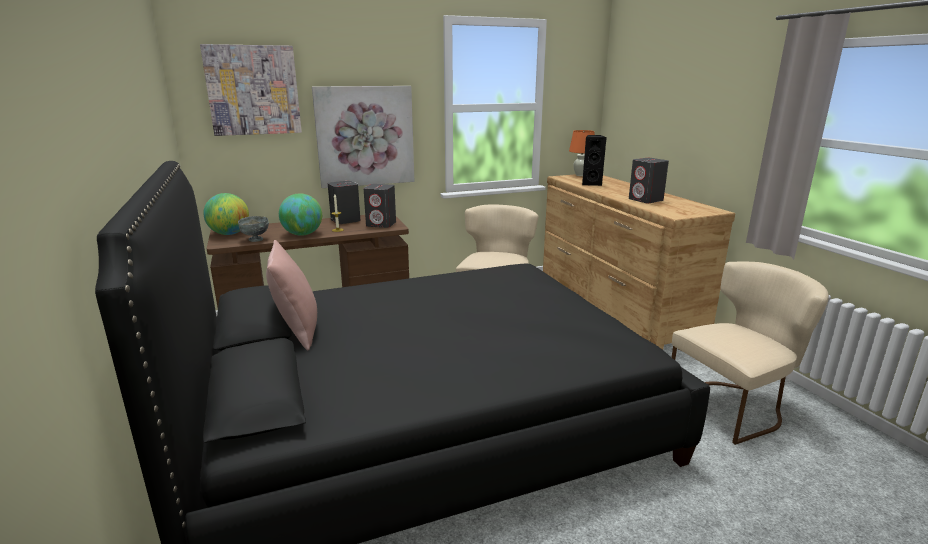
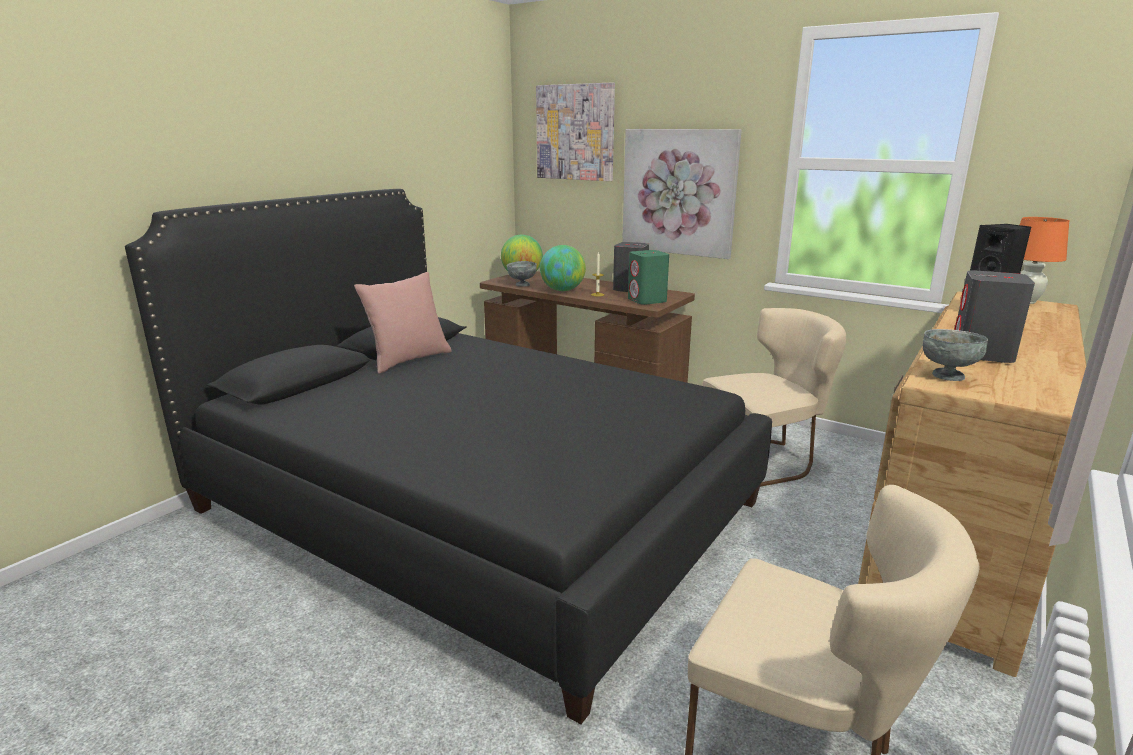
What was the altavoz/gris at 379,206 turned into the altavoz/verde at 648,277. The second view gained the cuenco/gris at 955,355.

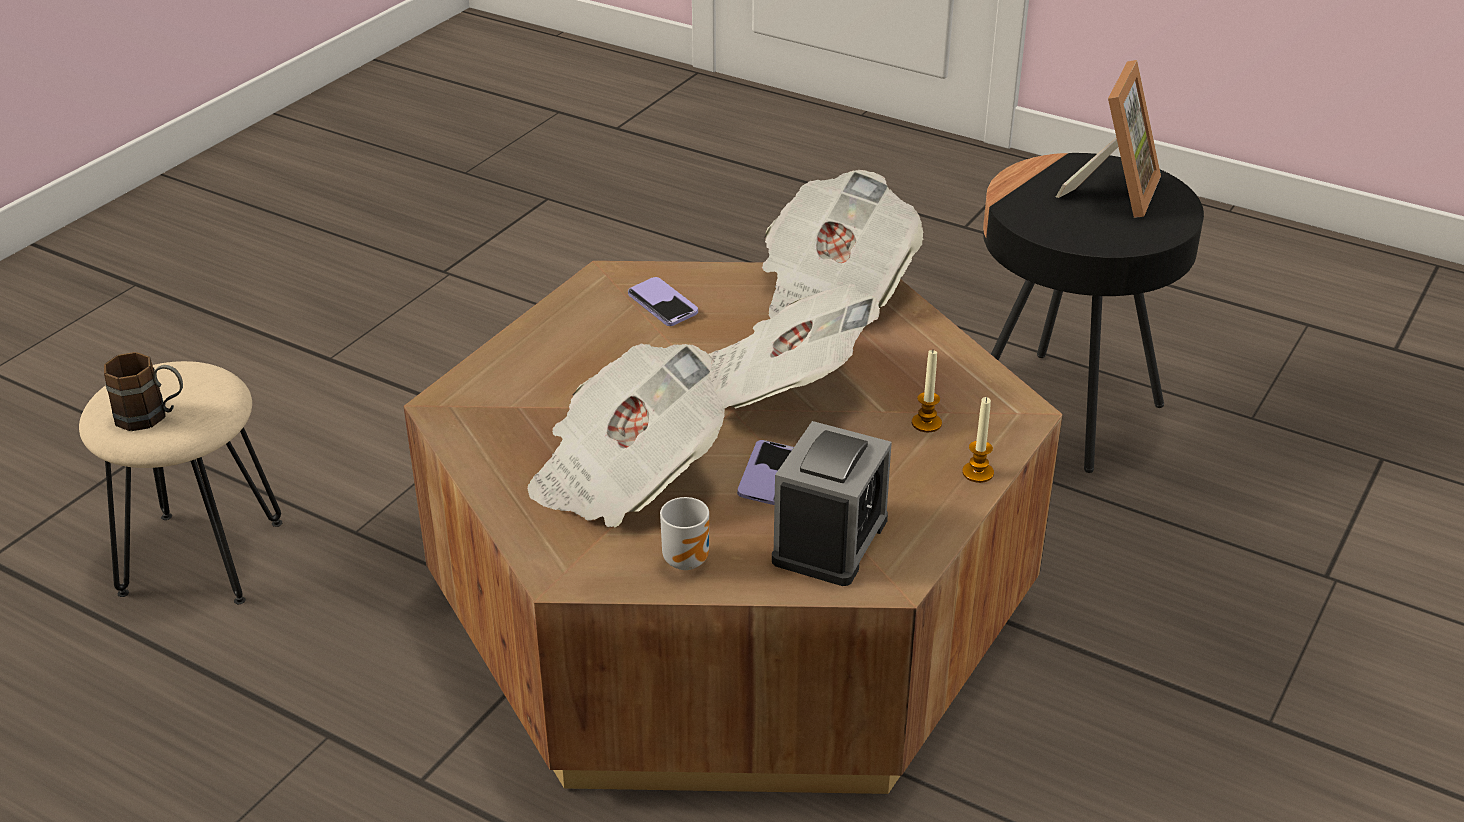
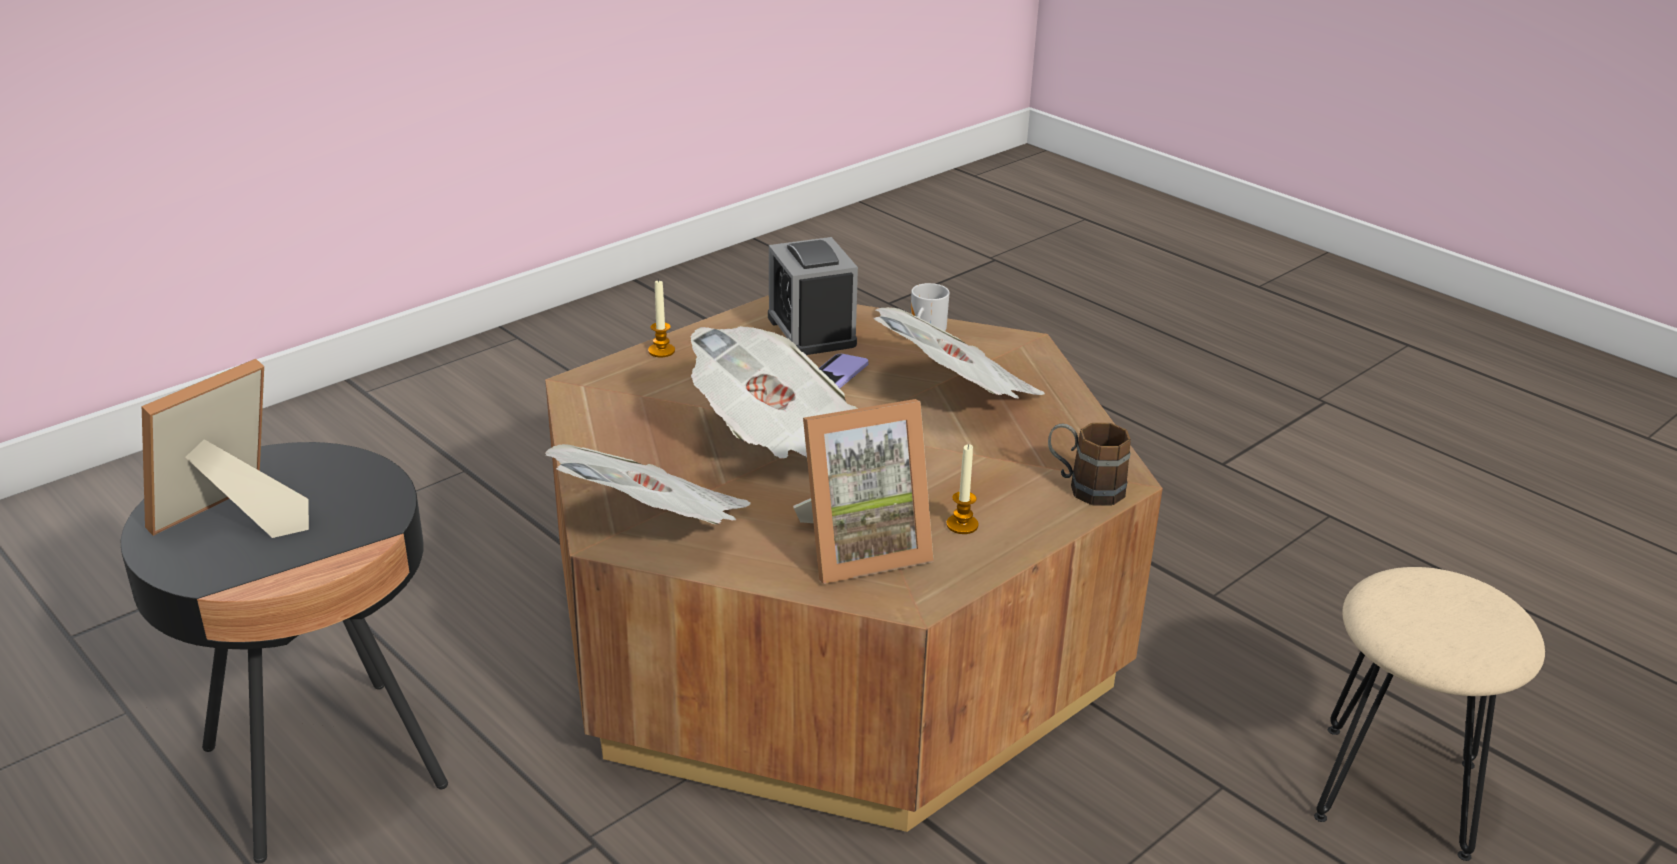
Where the móvil stood at 663,301, the portarretratos came to stand at 863,491. The vela ended up elsewhere, having gone from 927,391 to 962,489. The taza grande/marrón ended up elsewhere, having gone from 143,391 to 1089,464. The despertador at 832,503 ended up facing another way, 60 degrees counterclockwise from before.

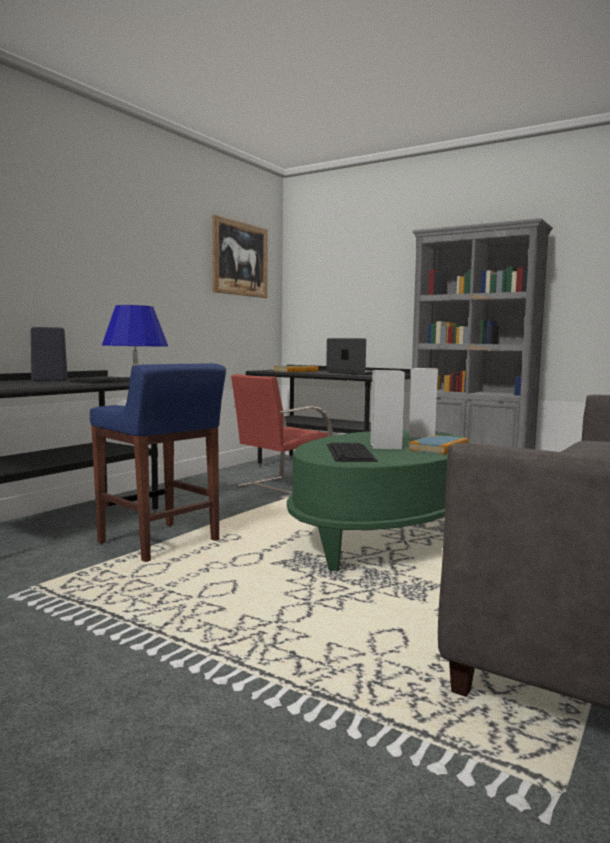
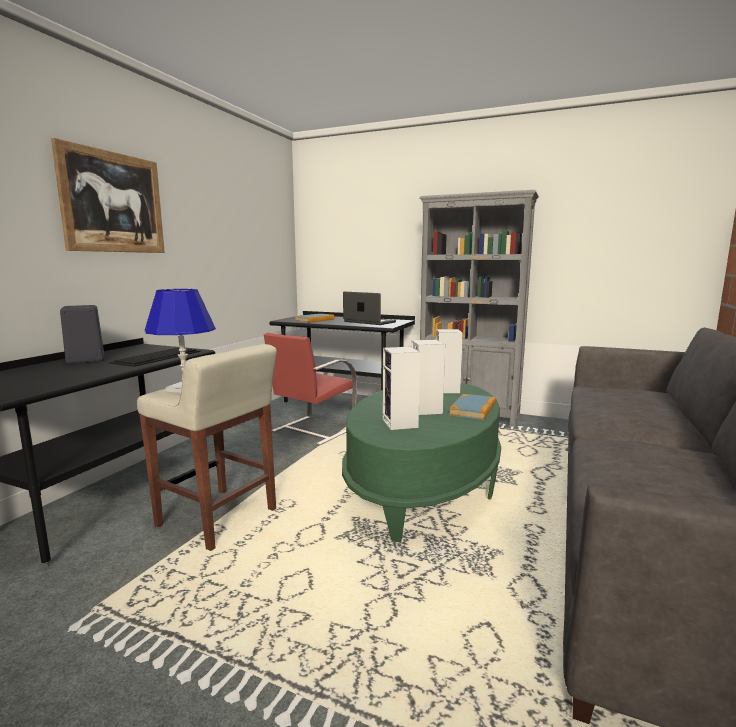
The cuadro ended up elsewhere, having gone from 240,256 to 108,195. What was the taburete/azul at 158,462 turned into the taburete/beis at 207,447. Where the teclado stood at 352,452, the altavoz came to stand at 401,388.

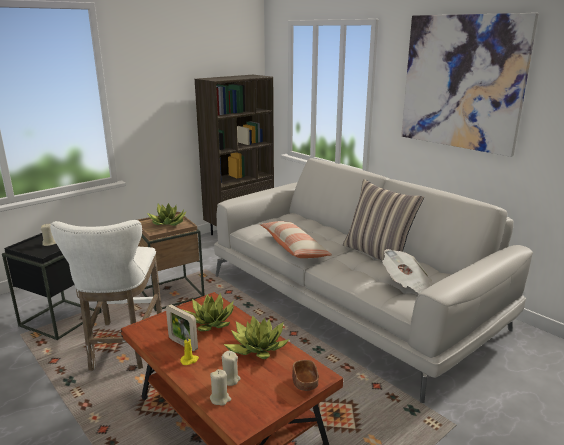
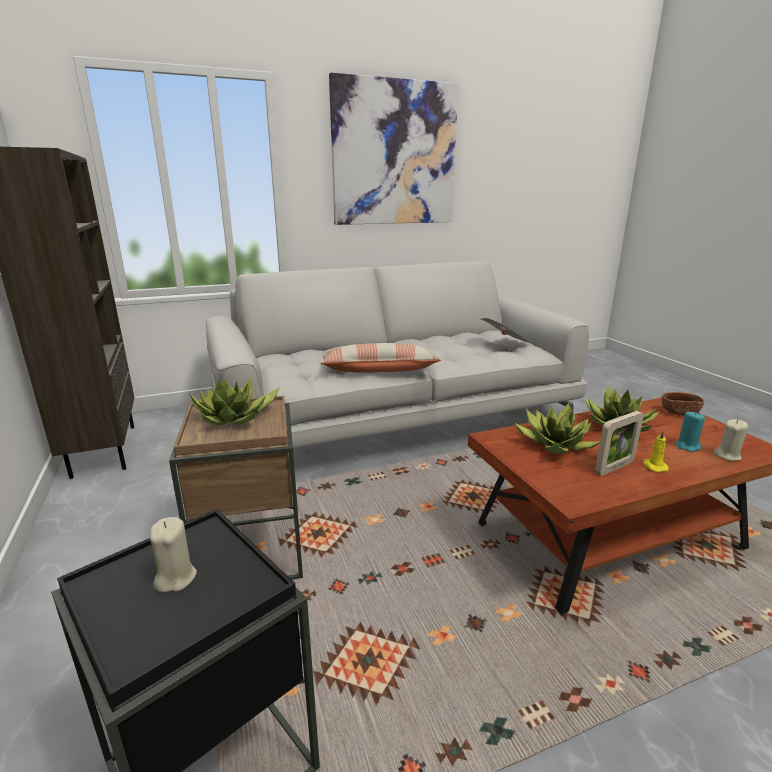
The second view lost the cojín at 383,220. The second view lost the taburete/blanco at 106,295. What was the vela/beis at 231,368 turned into the vela/turquesa at 690,431.

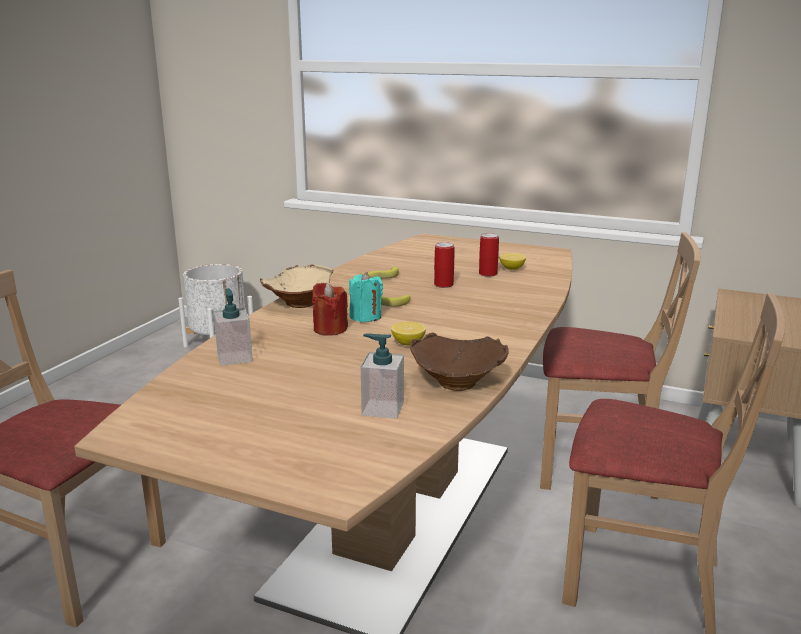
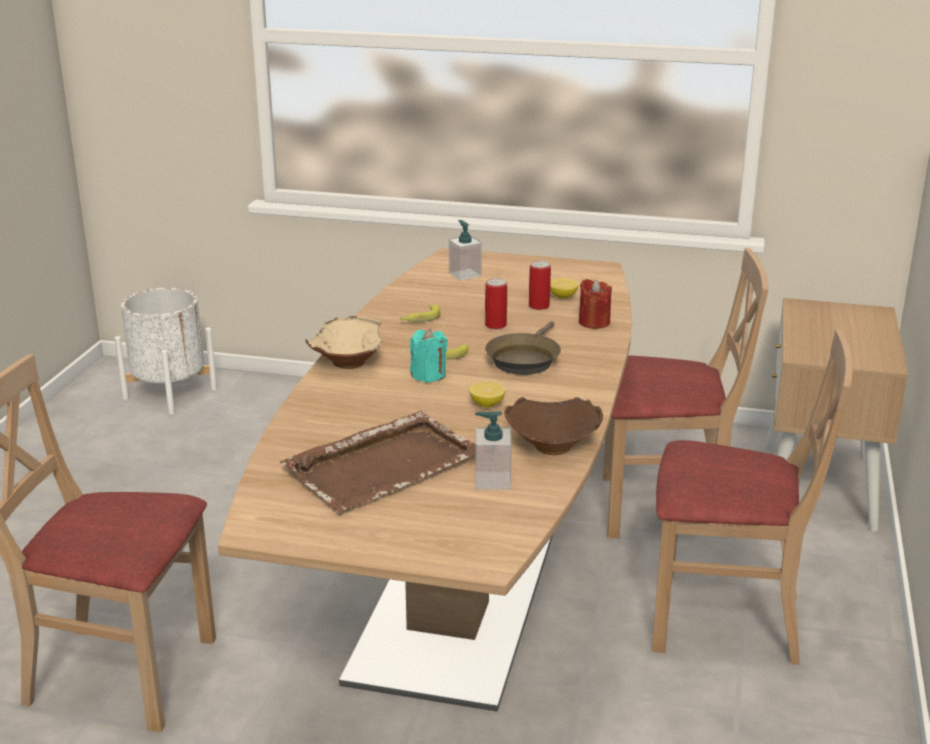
The vela/rojo ended up elsewhere, having gone from 330,309 to 595,304. The dispensador de jabón ended up elsewhere, having gone from 233,327 to 465,250. The second view gained the sartén/marrón at 523,348. The second view gained the bandeja/marrón at 377,461.

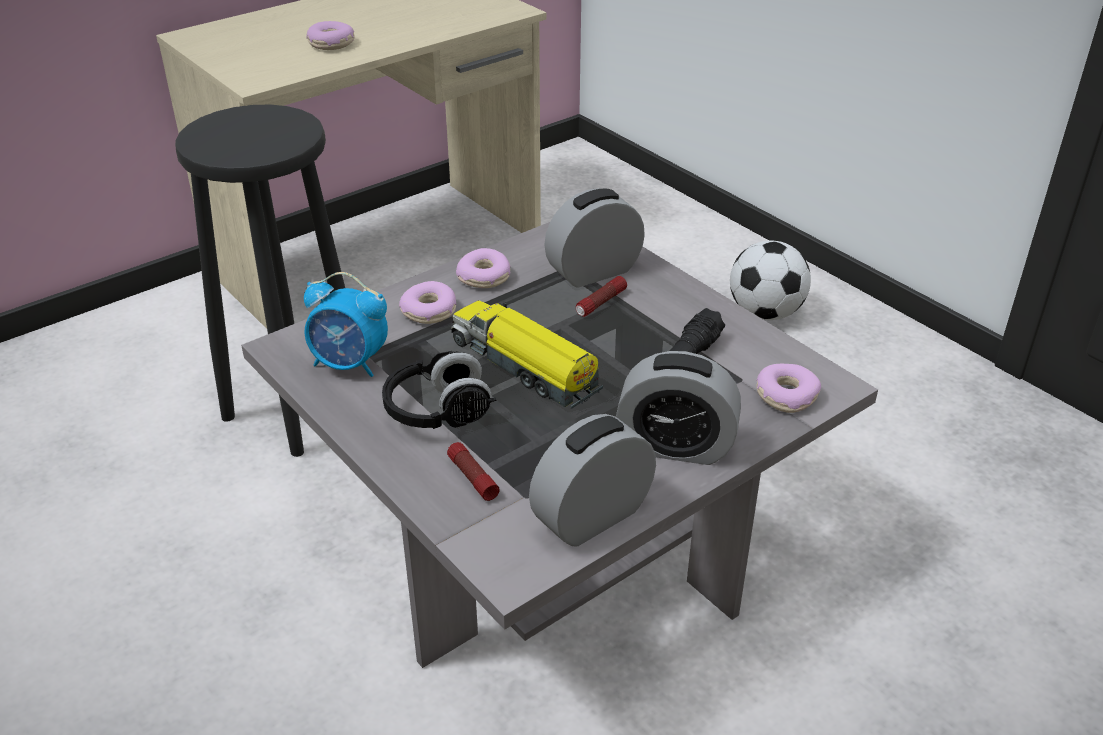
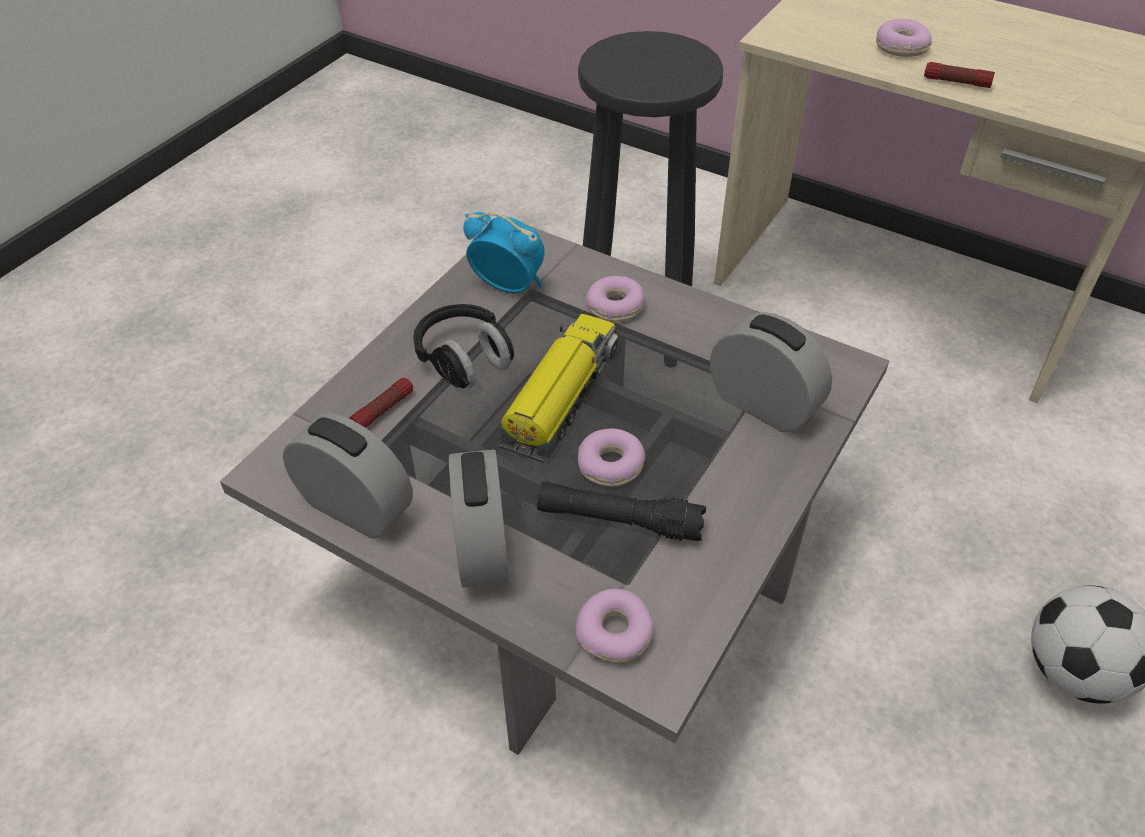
The rosquilla ended up elsewhere, having gone from 483,268 to 612,457. The despertador at 346,324 ended up facing another way, 120 degrees clockwise from before. The linterna ended up elsewhere, having gone from 601,296 to 959,75.

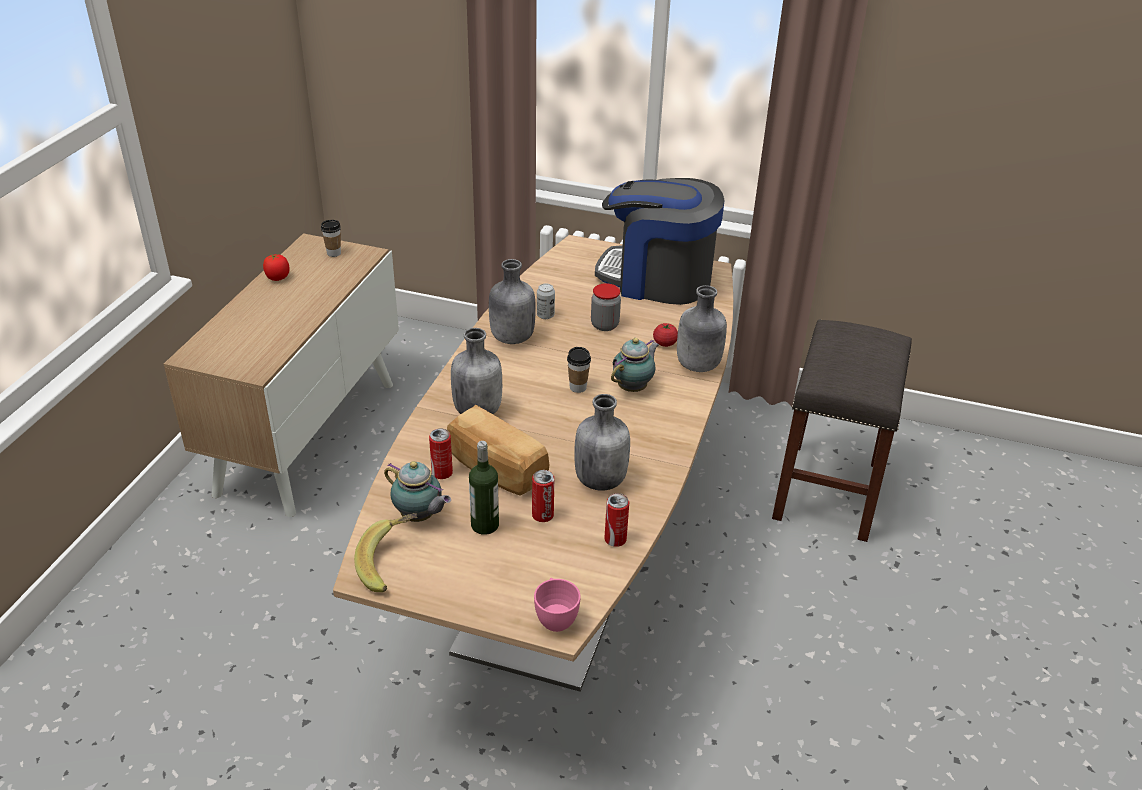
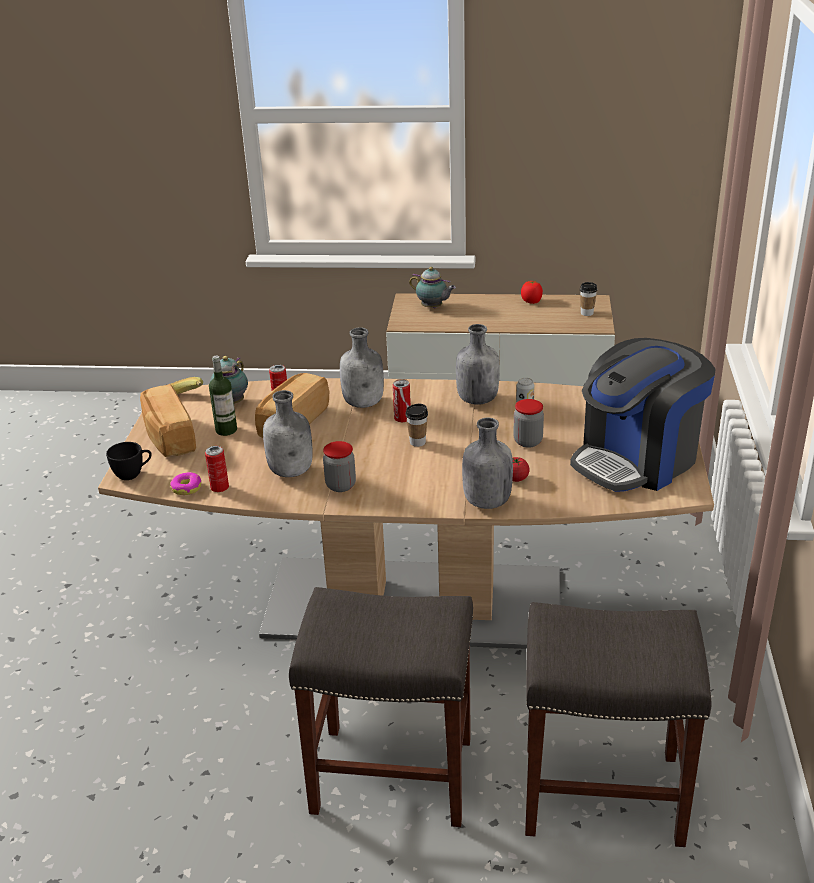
The cafetera at 660,241 ended up facing another way, 135 degrees counterclockwise from before. The tetera ended up elsewhere, having gone from 635,365 to 432,288. The lata ended up elsewhere, having gone from 543,496 to 402,400. What was the taza/rosa at 557,605 turned into the taza/negro at 129,461. The second view gained the pan at 168,420. The second view gained the tarro at 339,466. The second view gained the rosquilla at 185,483. The second view gained the taburete/gris at 381,707.

